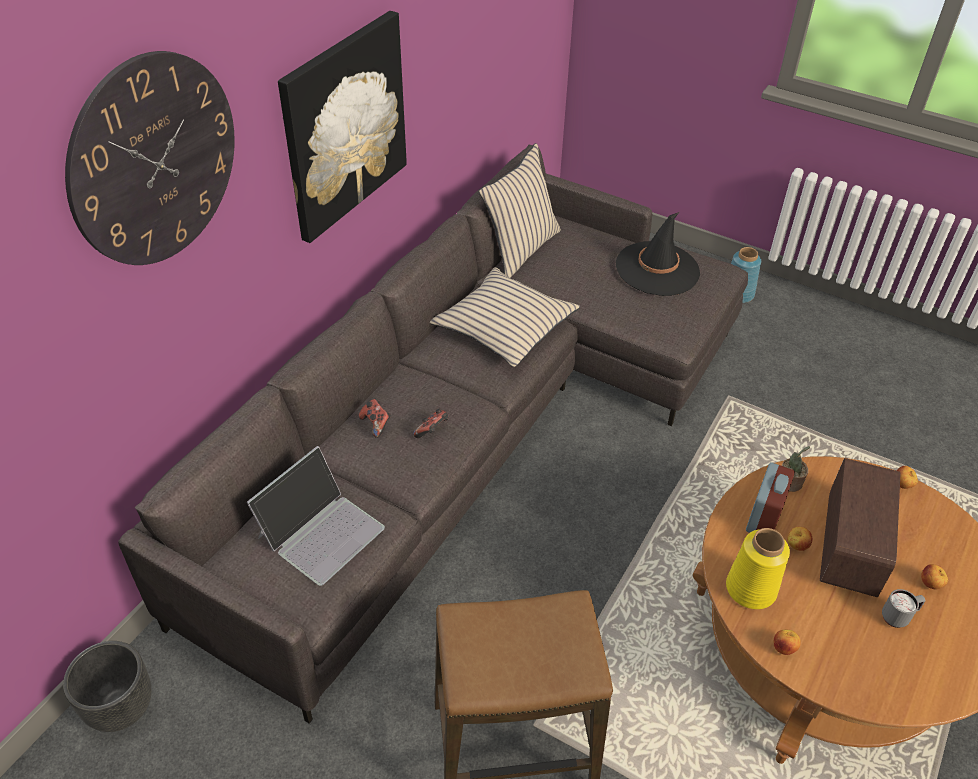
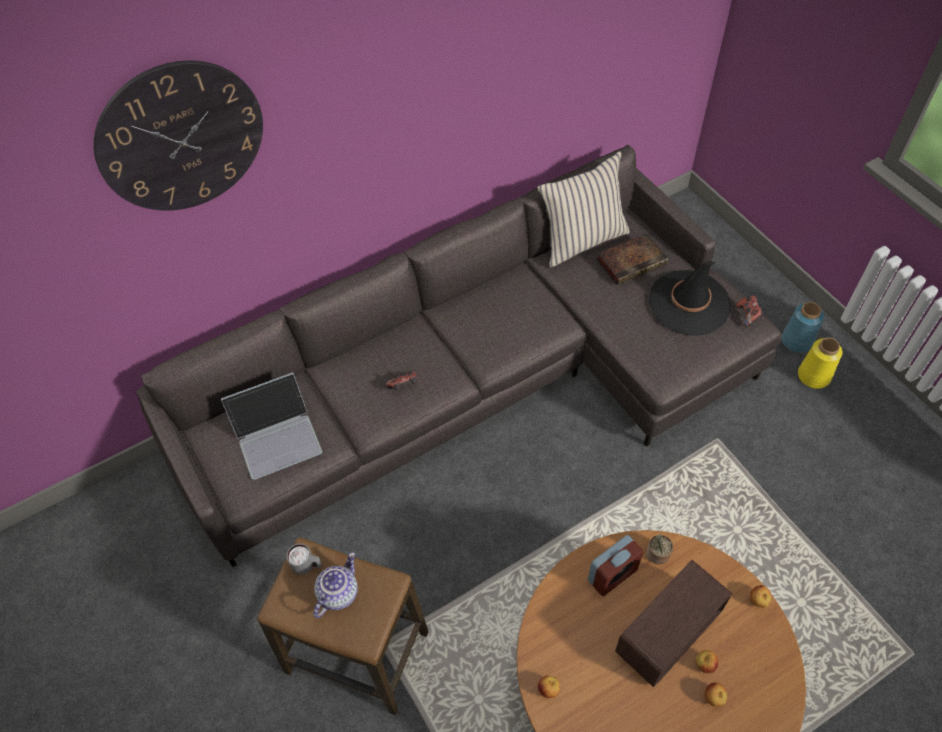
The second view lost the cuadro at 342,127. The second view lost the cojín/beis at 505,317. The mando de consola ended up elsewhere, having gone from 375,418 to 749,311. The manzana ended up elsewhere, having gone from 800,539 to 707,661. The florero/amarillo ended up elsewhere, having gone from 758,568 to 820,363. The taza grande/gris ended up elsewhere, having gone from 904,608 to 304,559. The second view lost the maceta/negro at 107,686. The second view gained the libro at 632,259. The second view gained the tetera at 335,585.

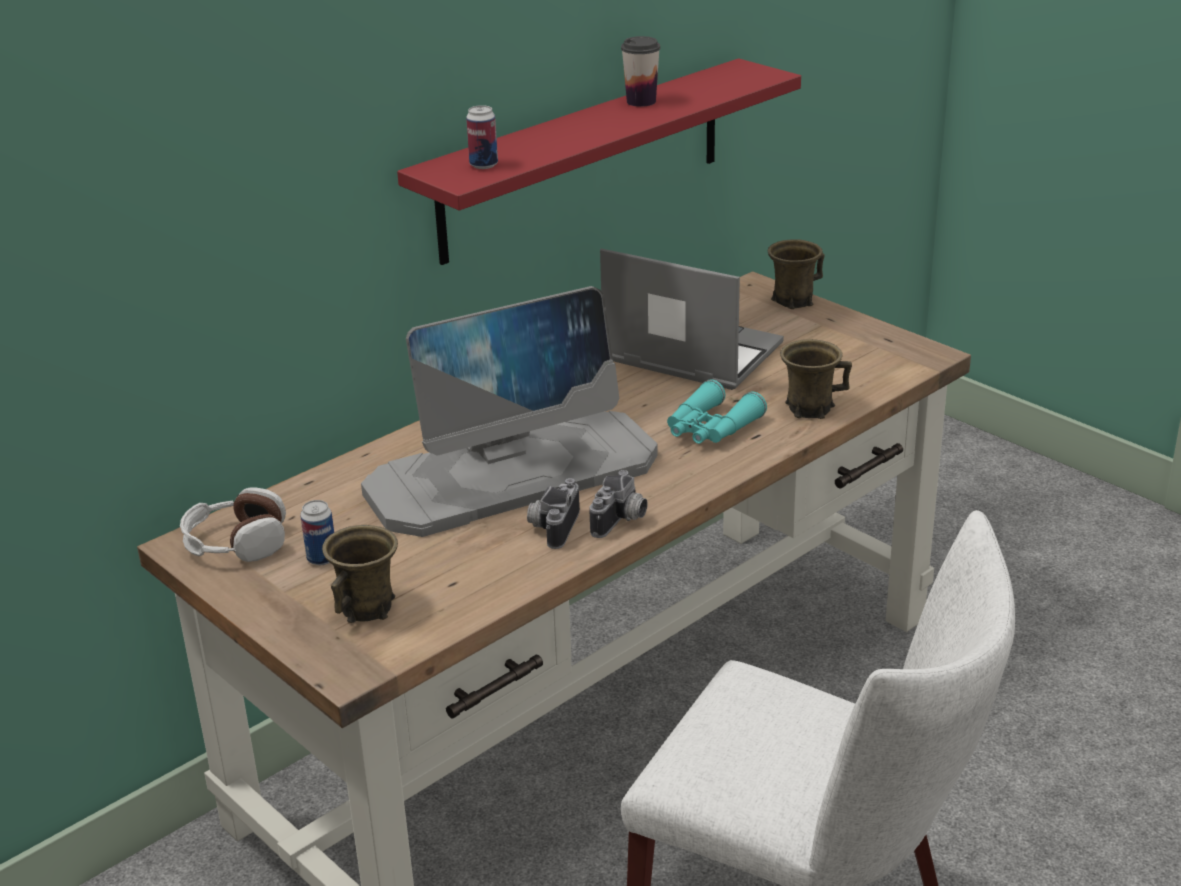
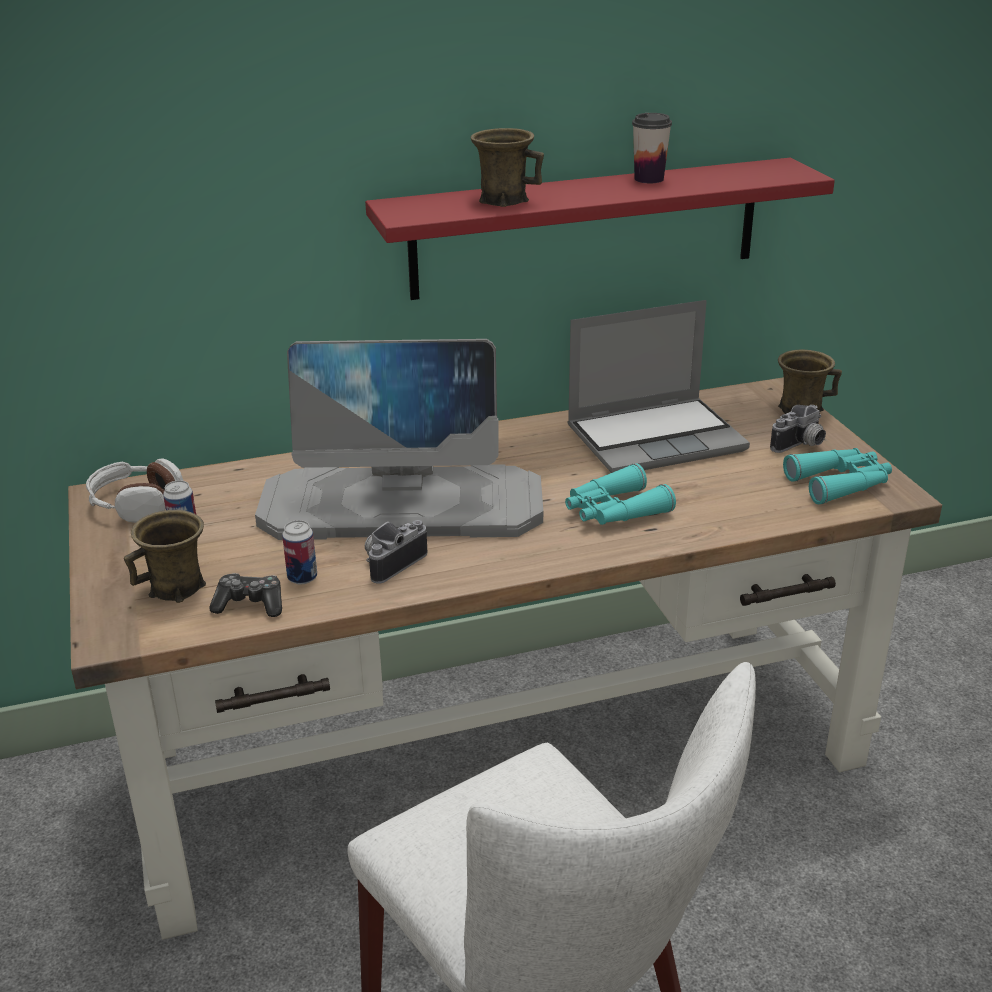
The lata ended up elsewhere, having gone from 482,137 to 299,552. The portátil at 692,319 ended up facing another way, 105 degrees clockwise from before. The taza grande/marrón ended up elsewhere, having gone from 816,379 to 507,167. The cámara ended up elsewhere, having gone from 618,504 to 798,429. The second view gained the prismáticos/turquesa at 837,476. The second view gained the mando de consola at 245,595.

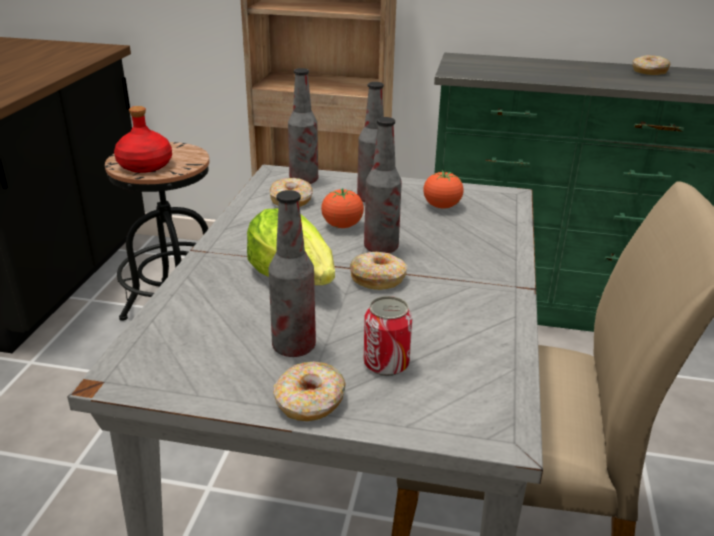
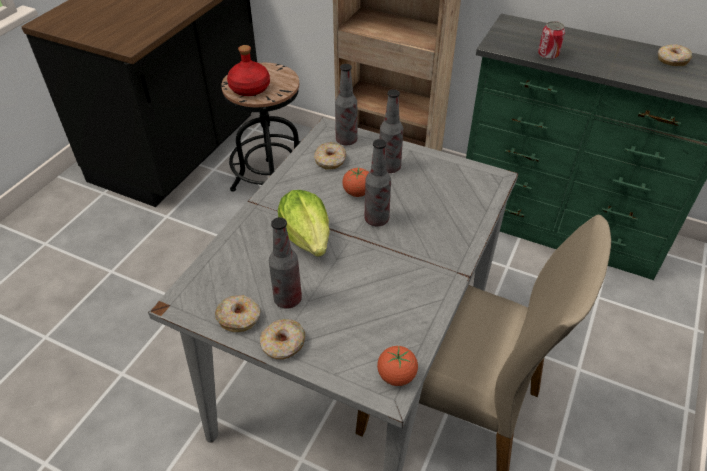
The tomate ended up elsewhere, having gone from 443,189 to 397,366. The rosquilla ended up elsewhere, having gone from 379,271 to 237,313. The lata ended up elsewhere, having gone from 388,336 to 551,40.

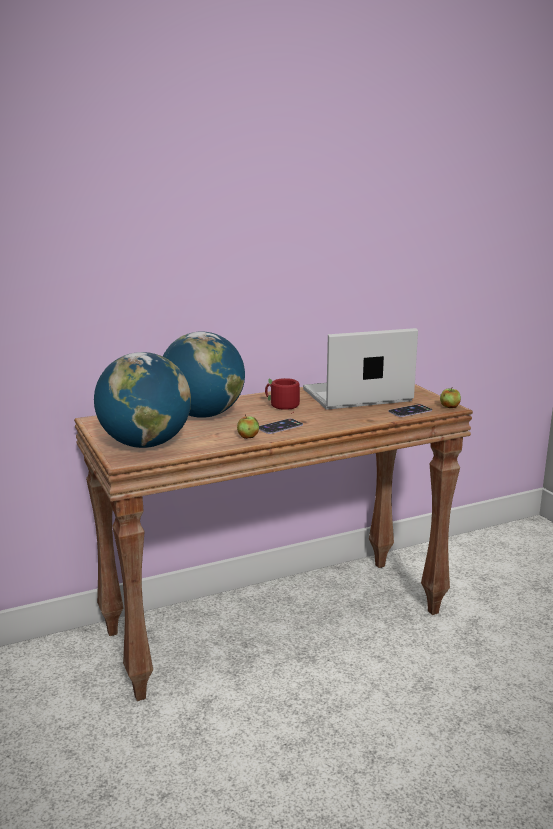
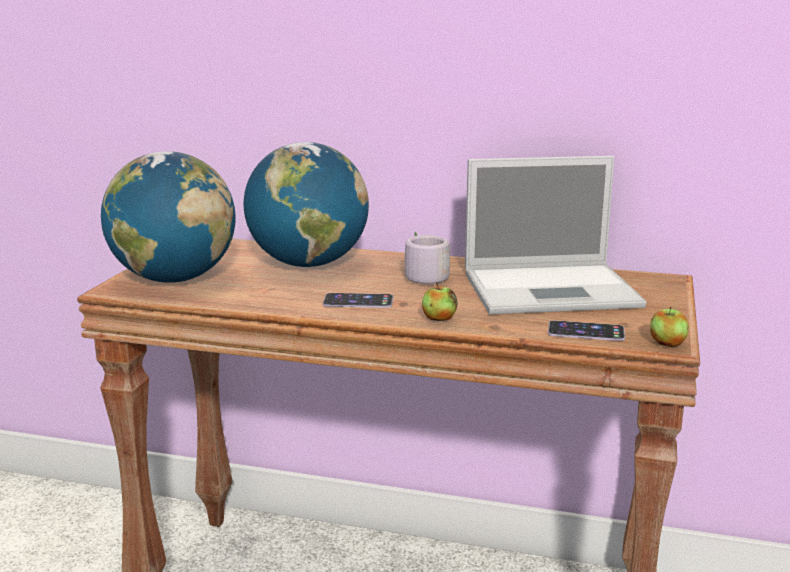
The portátil at 360,369 ended up facing another way, 150 degrees clockwise from before. What was the taza grande/rojo at 282,396 turned into the taza grande/gris at 427,260. The manzana ended up elsewhere, having gone from 248,426 to 440,301.

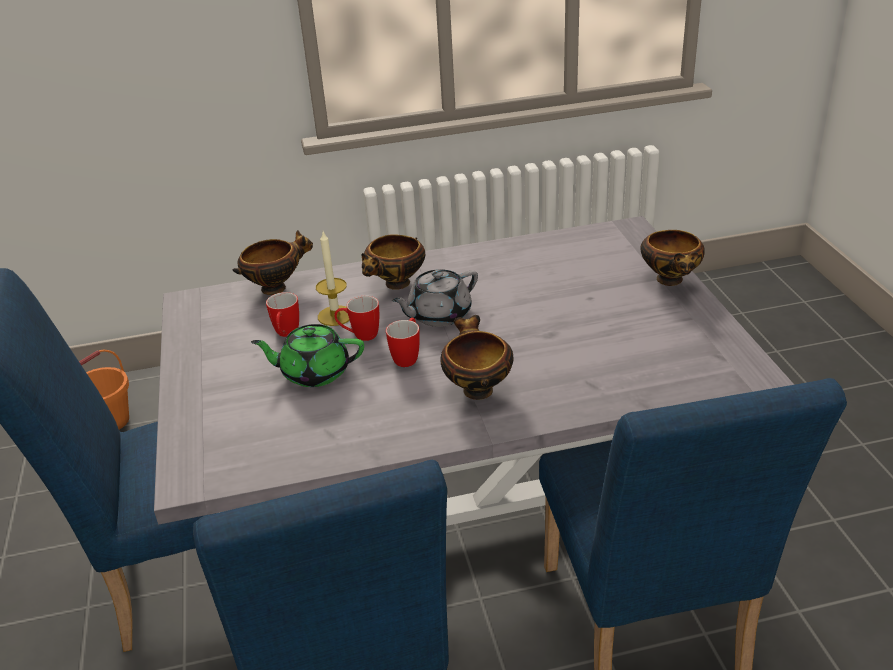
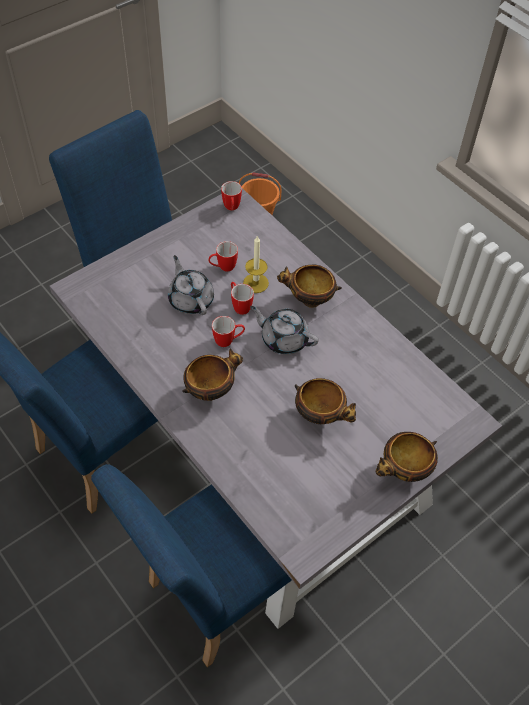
The cuenco ended up elsewhere, having gone from 273,262 to 325,401. What was the tetera/verde at 307,355 turned into the tetera/gris at 191,285. The second view gained the taza grande at 231,195.

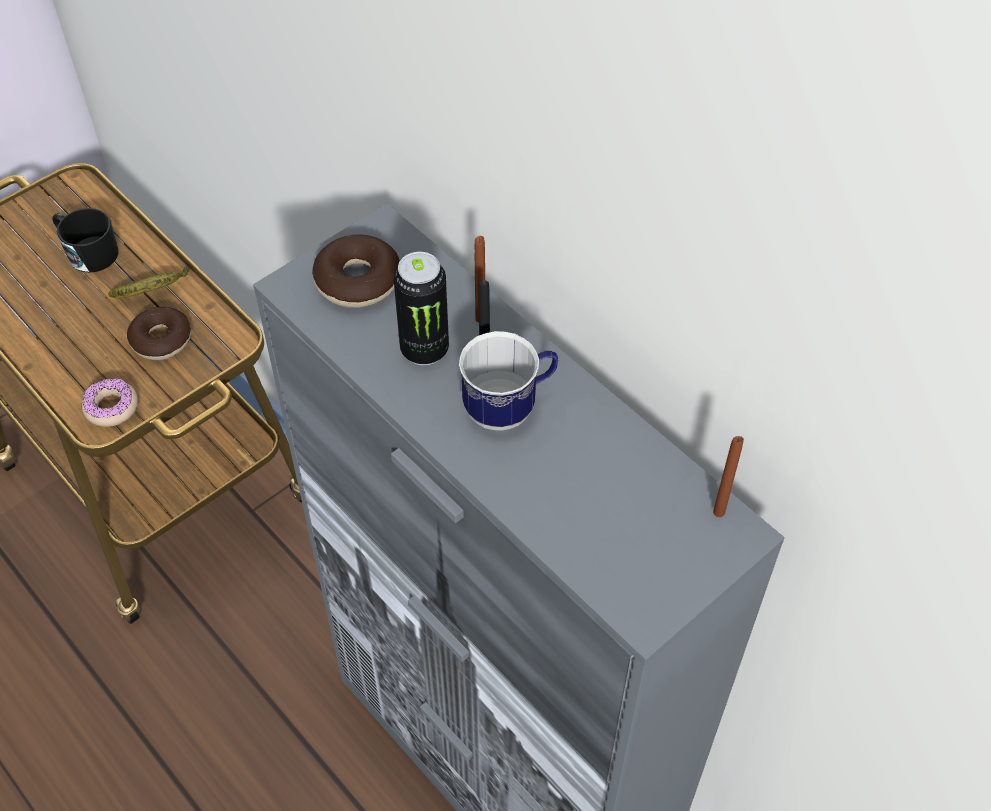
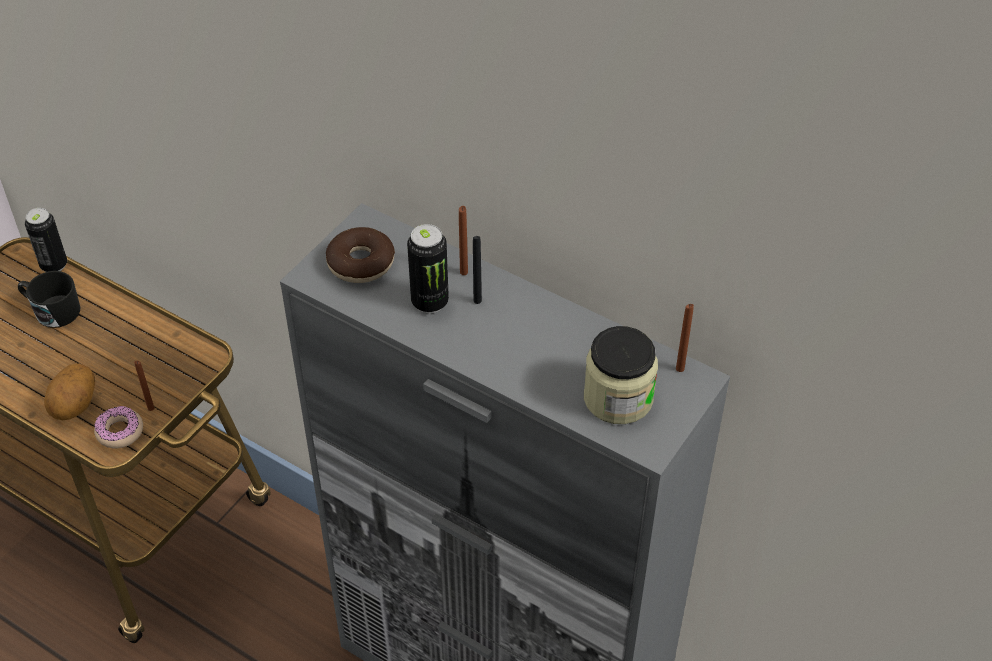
The second view lost the plátano at 148,282. The second view lost the rosquilla at 159,333. The second view lost the taza grande at 508,381. The second view gained the lata at 46,240. The second view gained the tarro at 621,375. The second view gained the vela/marrón at 144,386. The second view gained the patata at 69,391.

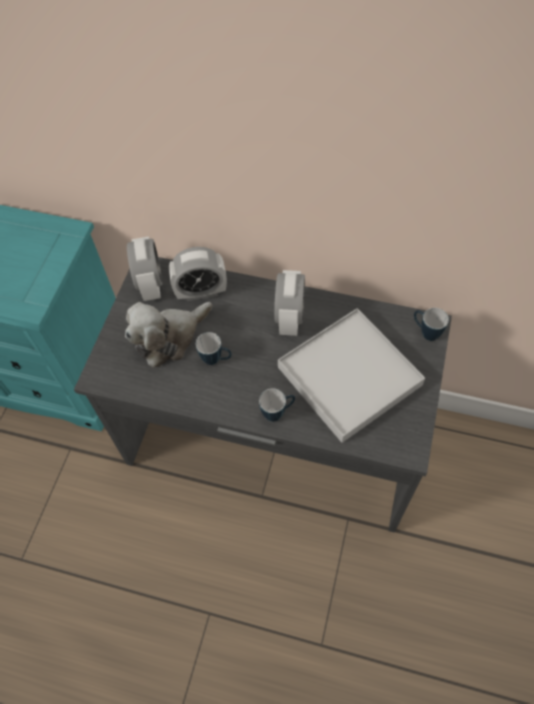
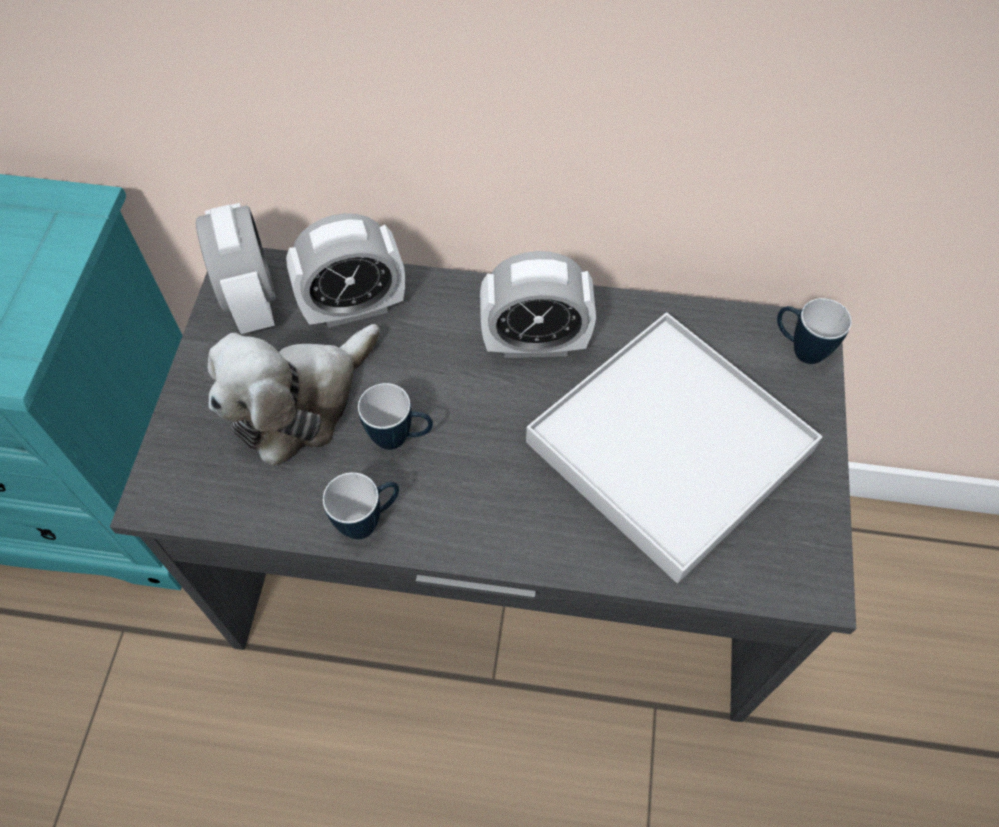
The despertador at 289,303 ended up facing another way, 90 degrees clockwise from before. The taza grande ended up elsewhere, having gone from 277,405 to 361,505.

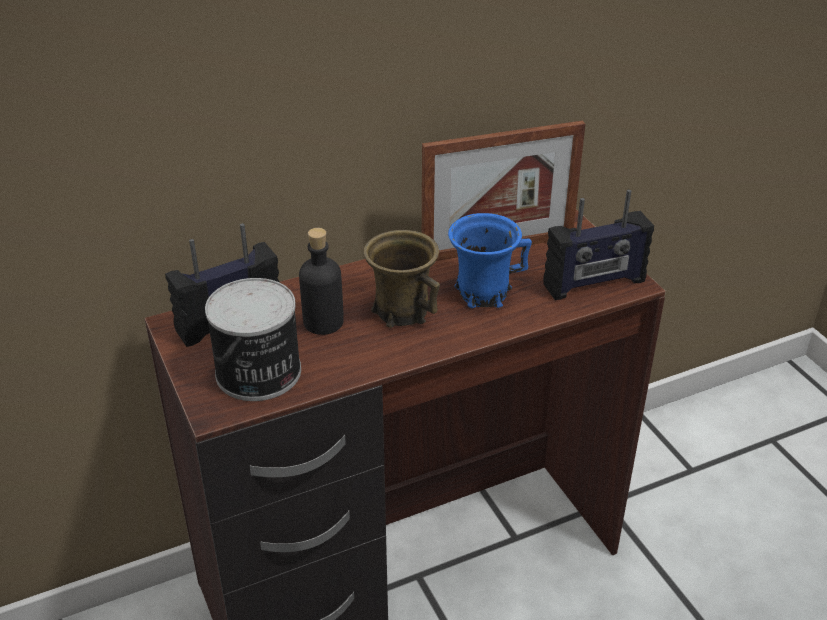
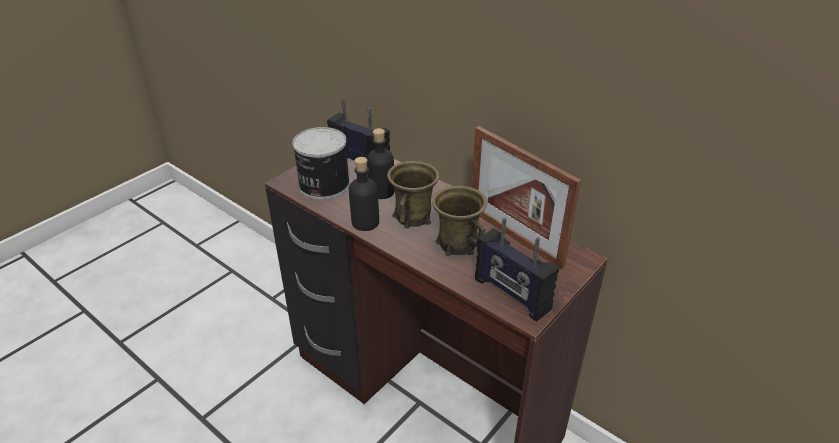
What was the taza grande/azul at 490,260 turned into the taza grande/marrón at 459,221. The second view gained the botella/negro at 364,194.

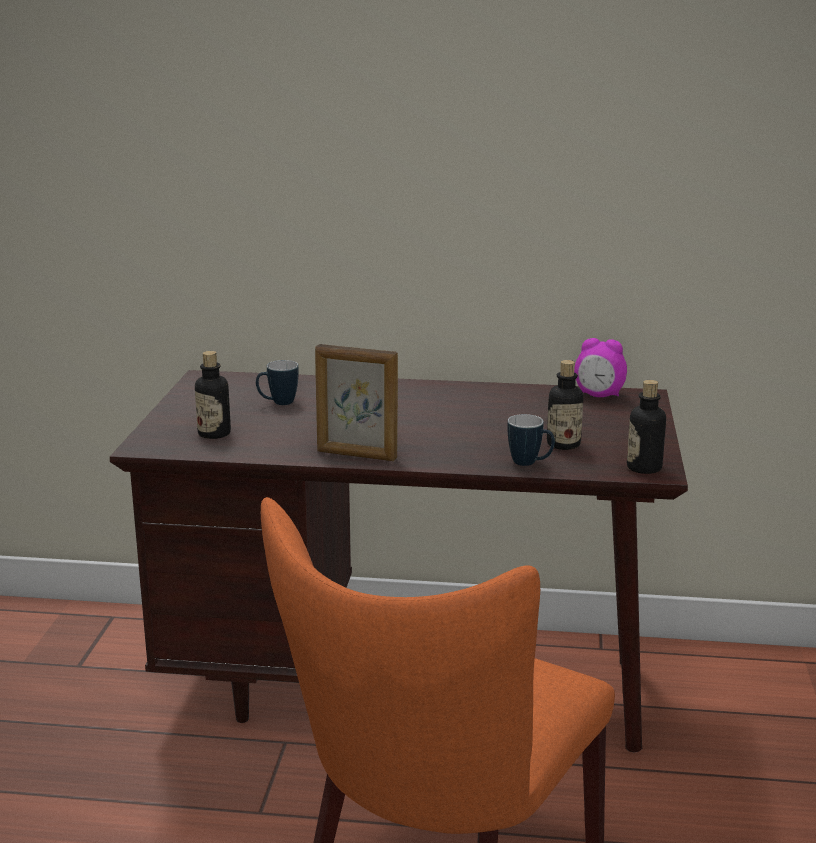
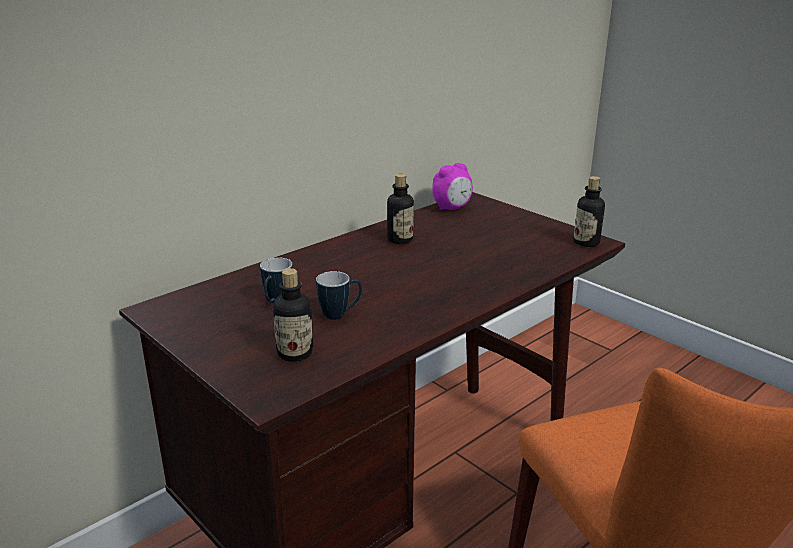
The second view lost the portarretratos at 356,402. The botella ended up elsewhere, having gone from 565,405 to 400,209. The taza grande ended up elsewhere, having gone from 531,440 to 339,295.

